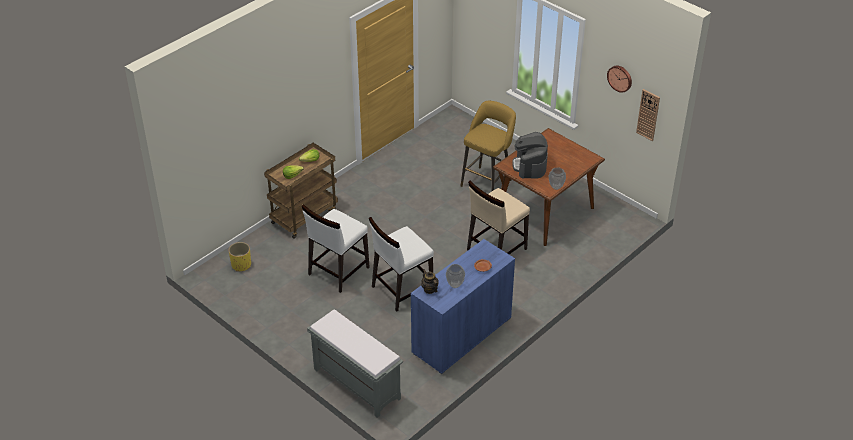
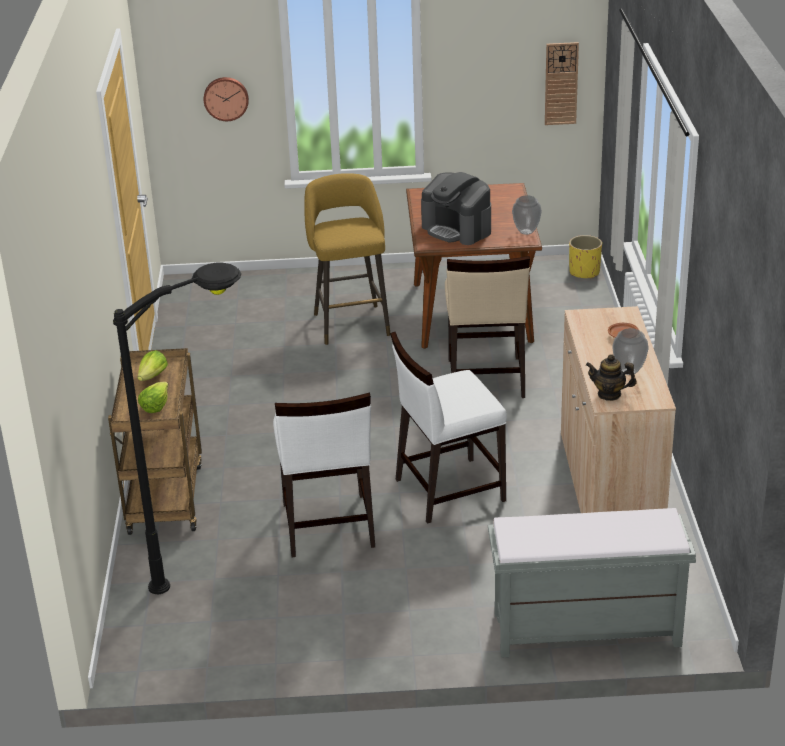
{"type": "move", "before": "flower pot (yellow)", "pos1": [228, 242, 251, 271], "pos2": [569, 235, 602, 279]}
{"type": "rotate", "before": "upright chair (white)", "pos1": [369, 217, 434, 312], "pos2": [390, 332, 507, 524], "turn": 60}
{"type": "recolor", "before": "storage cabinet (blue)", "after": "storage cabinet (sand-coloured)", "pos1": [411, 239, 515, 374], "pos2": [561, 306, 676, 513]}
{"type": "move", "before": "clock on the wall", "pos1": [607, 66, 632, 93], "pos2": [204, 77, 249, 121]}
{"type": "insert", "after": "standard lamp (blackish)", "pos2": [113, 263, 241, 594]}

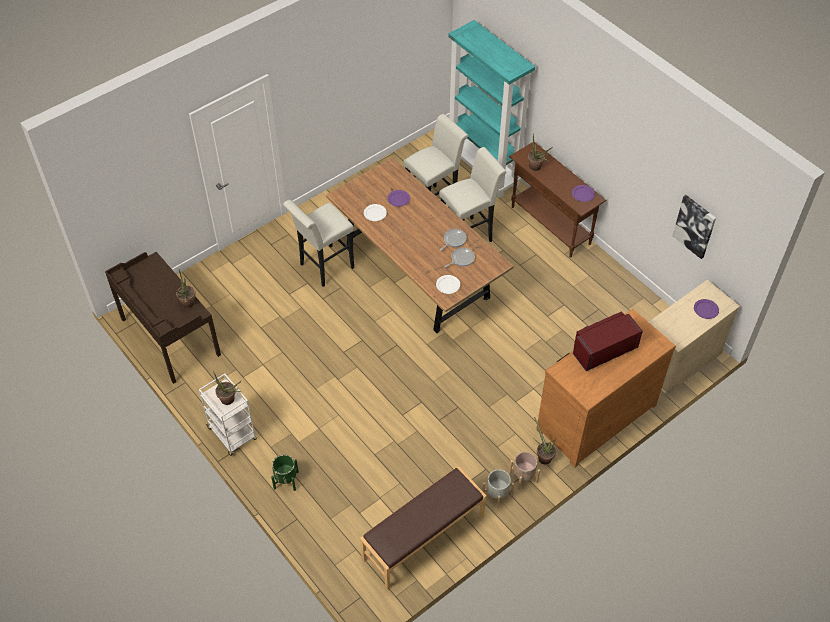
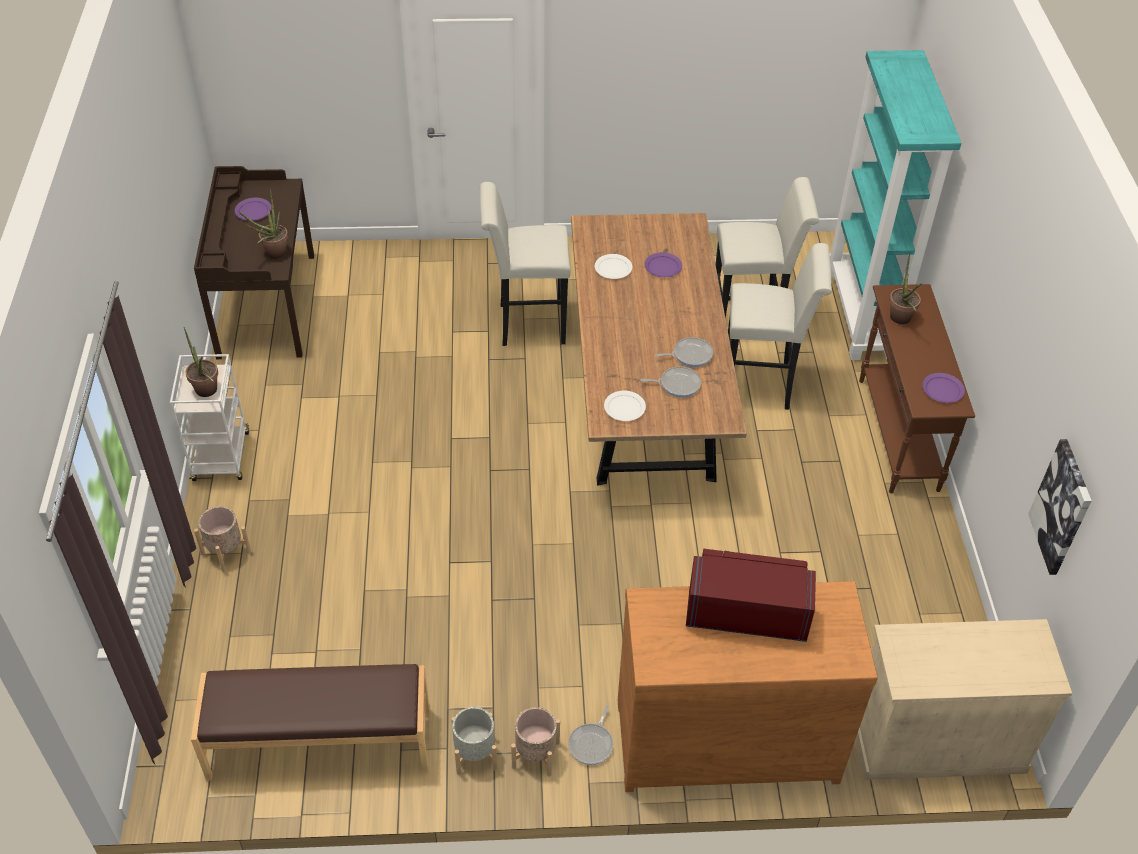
{"type": "recolor", "before": "flower pot (greenish)", "after": "flower pot (sand-coloured)", "pos1": [271, 455, 299, 491], "pos2": [194, 506, 251, 572]}
{"type": "replace", "before": "potted plant", "after": "skillet", "pos1": [533, 417, 556, 464], "pos2": [568, 706, 613, 765]}
{"type": "move", "before": "plate (purple-coloured)", "pos1": [694, 299, 719, 319], "pos2": [235, 198, 272, 221]}

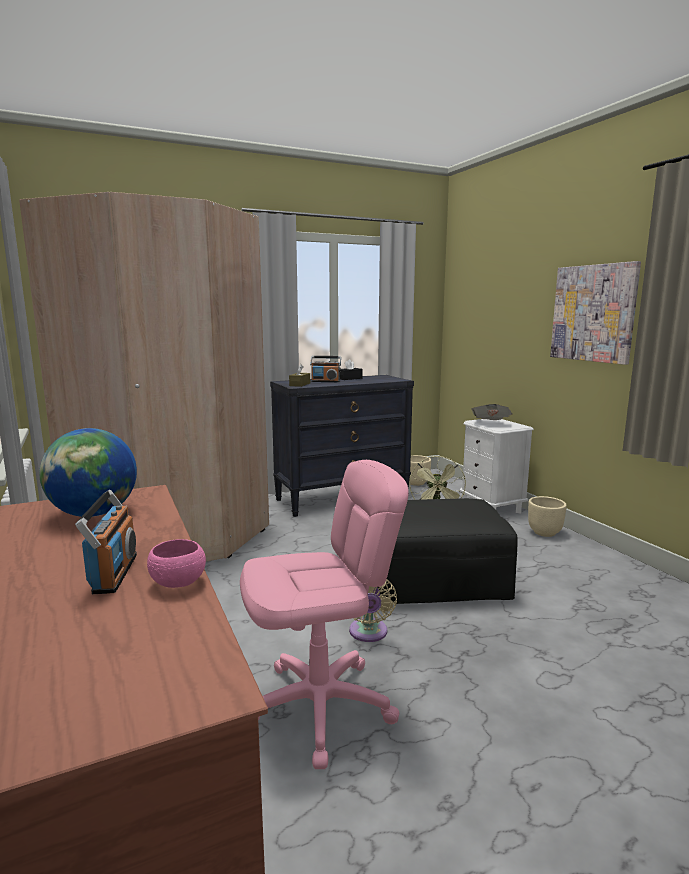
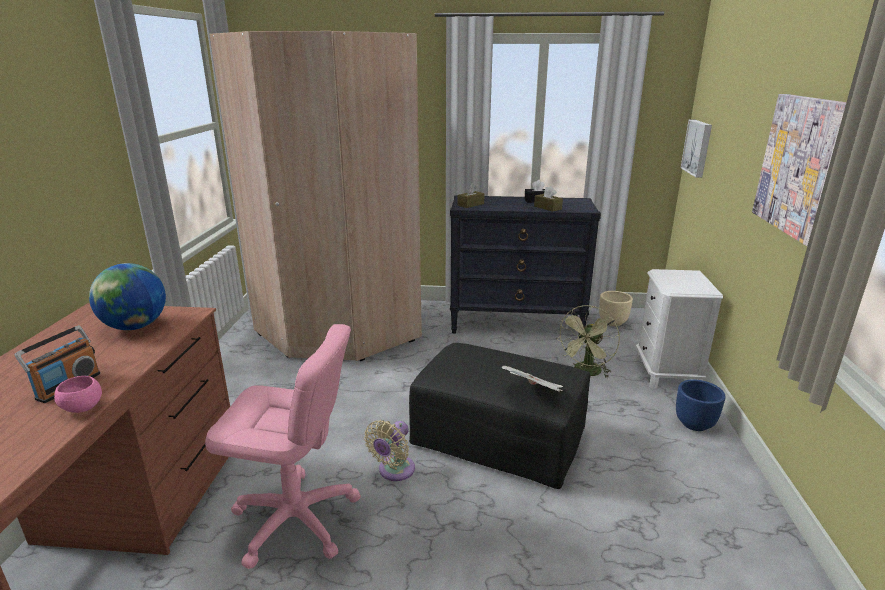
{"type": "delete", "before": "radio set", "pos1": [310, 356, 341, 382]}
{"type": "move", "before": "daily paper", "pos1": [471, 404, 513, 420], "pos2": [502, 366, 563, 392]}
{"type": "recolor", "before": "flower pot (sand-coloured)", "after": "flower pot (blue)", "pos1": [528, 496, 567, 537], "pos2": [676, 379, 725, 431]}
{"type": "insert", "after": "box of tissues (brown)", "pos2": [534, 186, 563, 212]}
{"type": "insert", "after": "picture", "pos2": [681, 119, 712, 178]}

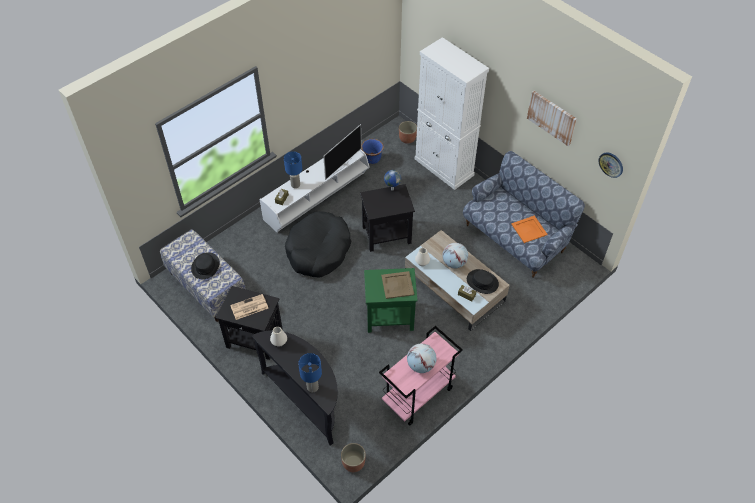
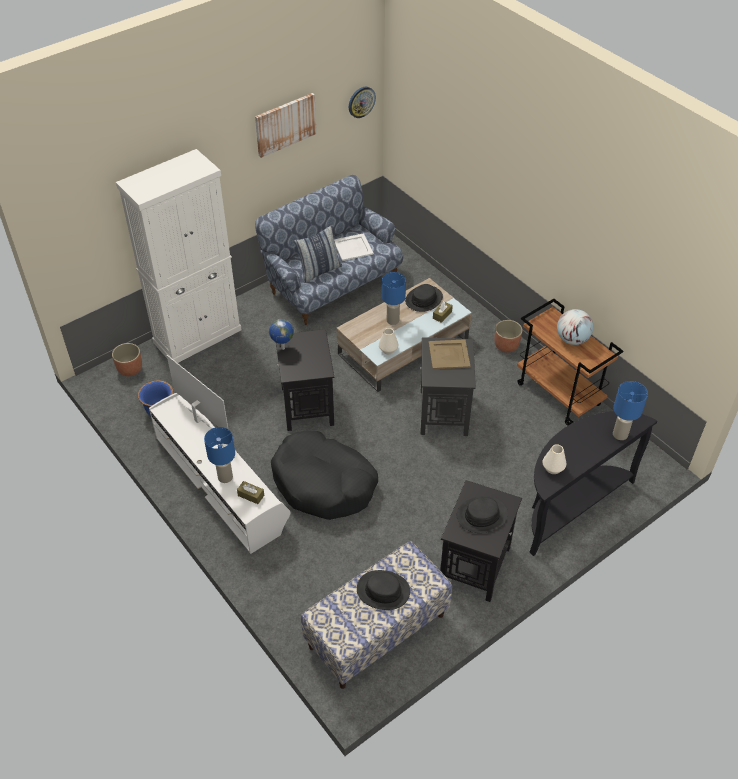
{"type": "replace", "before": "daily paper", "after": "wearable hat (blackish)", "pos1": [230, 294, 268, 320], "pos2": [457, 496, 508, 533]}
{"type": "move", "before": "flower pot", "pos1": [341, 443, 366, 472], "pos2": [495, 320, 523, 353]}
{"type": "recolor", "before": "accent table (greenish)", "after": "accent table (blackish)", "pos1": [364, 268, 418, 333], "pos2": [420, 338, 476, 436]}
{"type": "recolor", "before": "cart (pink)", "after": "cart (brown)", "pos1": [379, 326, 463, 426], "pos2": [517, 299, 623, 426]}
{"type": "replace", "before": "desk globe", "after": "tabletop lamp (blue)", "pos1": [442, 243, 468, 268], "pos2": [382, 272, 406, 325]}
{"type": "recolor", "before": "carrying tray (orangey)", "after": "carrying tray (white)", "pos1": [511, 215, 548, 243], "pos2": [334, 233, 374, 261]}
{"type": "insert", "after": "pillow", "pos2": [294, 224, 342, 283]}

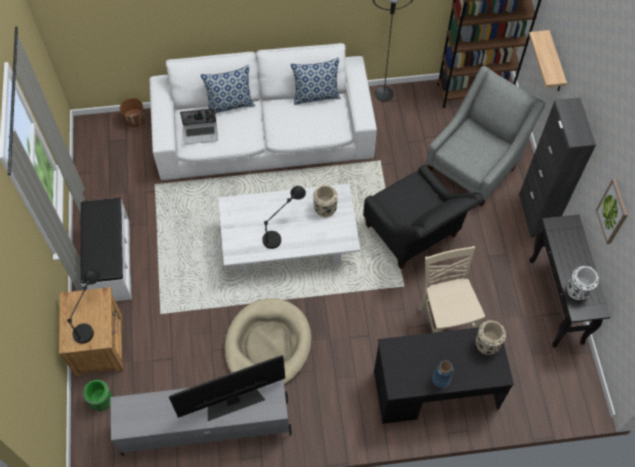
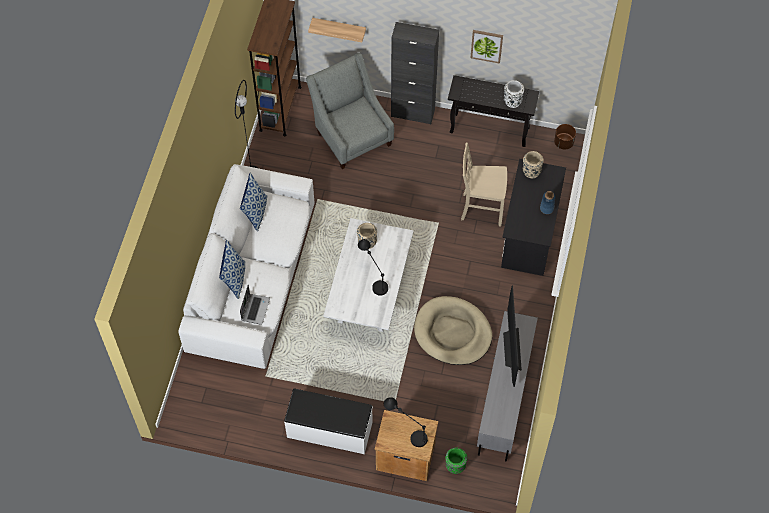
{"type": "move", "before": "flower pot (brown)", "pos1": [120, 98, 146, 127], "pos2": [554, 124, 576, 150]}
{"type": "delete", "before": "lounge chair (blackish)", "pos1": [363, 165, 484, 269]}

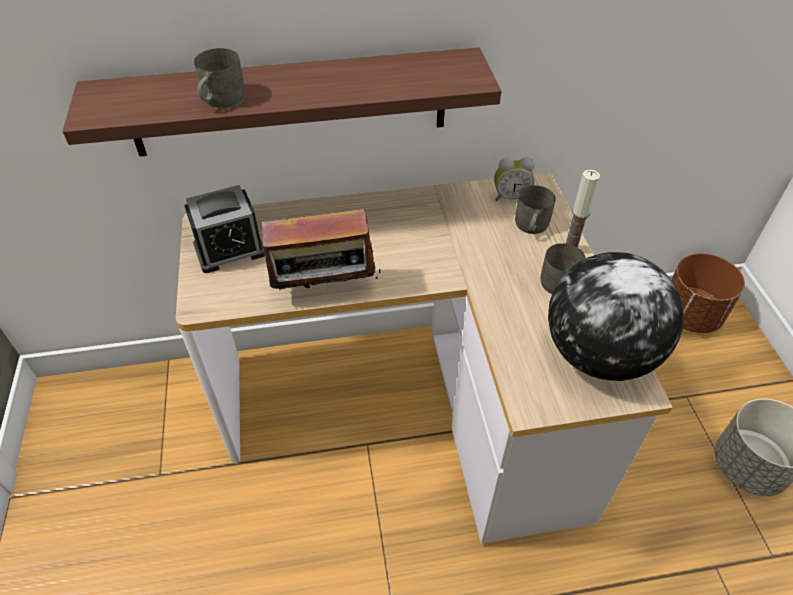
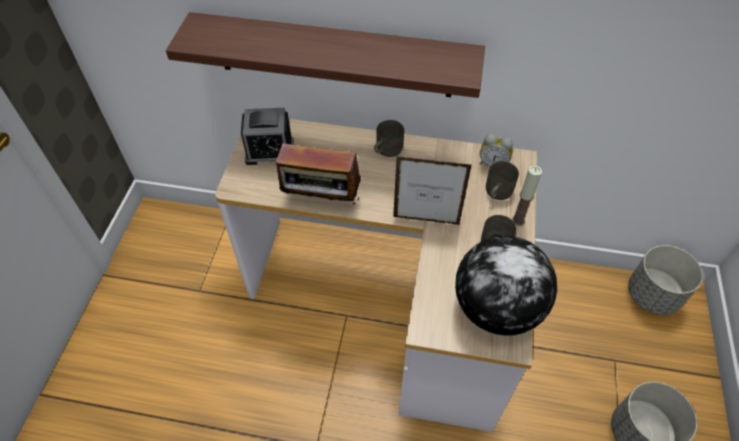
{"type": "move", "before": "mug (gray)", "pos1": [194, 48, 245, 108], "pos2": [374, 120, 404, 157]}
{"type": "recolor", "before": "flower pot (brown)", "after": "flower pot (gray)", "pos1": [671, 253, 745, 333], "pos2": [628, 245, 703, 315]}
{"type": "insert", "after": "standing frame", "pos2": [393, 156, 472, 225]}

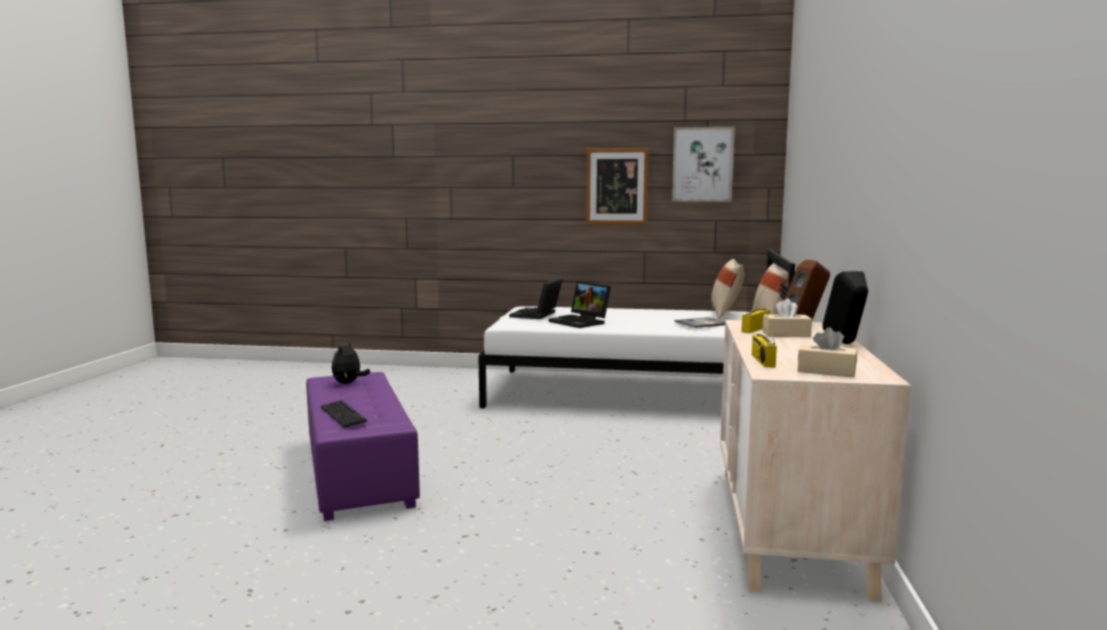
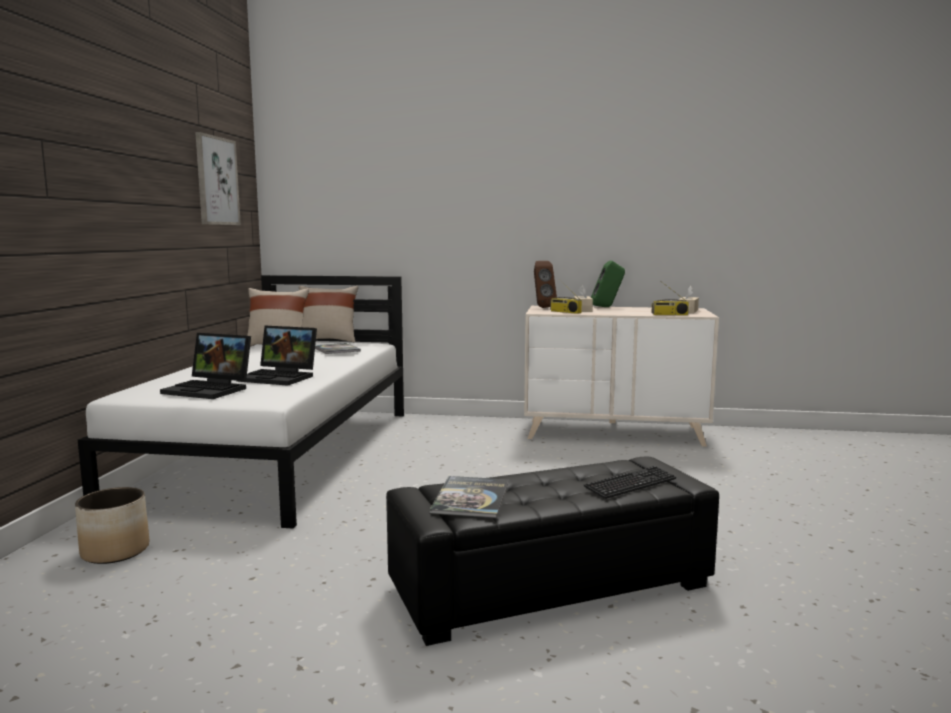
{"type": "recolor", "before": "footrest (purple-coloured)", "after": "footrest (blackish)", "pos1": [306, 372, 420, 521], "pos2": [386, 456, 719, 646]}
{"type": "replace", "before": "soft toy", "after": "volume", "pos1": [332, 341, 370, 384], "pos2": [430, 476, 509, 518]}
{"type": "rotate", "before": "portable computer", "pos1": [549, 281, 611, 328], "pos2": [236, 326, 317, 386], "turn": 60}
{"type": "delete", "before": "picture", "pos1": [586, 148, 649, 225]}
{"type": "recolor", "before": "audio speaker (blackish)", "after": "audio speaker (greenish)", "pos1": [822, 271, 868, 344], "pos2": [591, 261, 625, 307]}
{"type": "insert", "after": "flower pot", "pos2": [75, 487, 149, 564]}

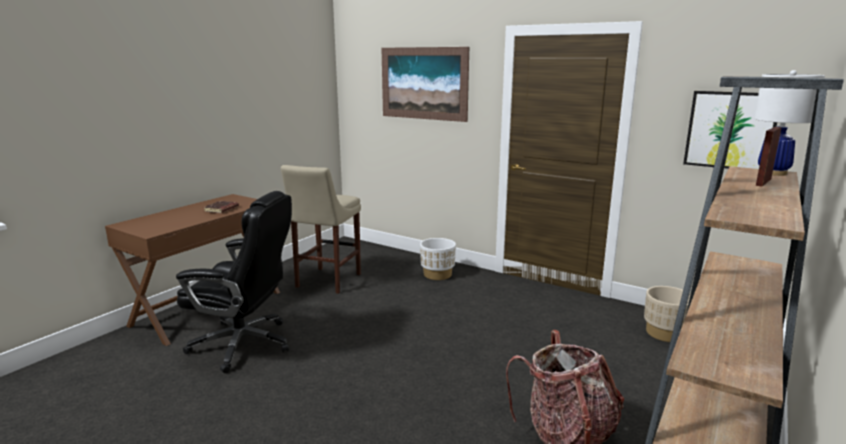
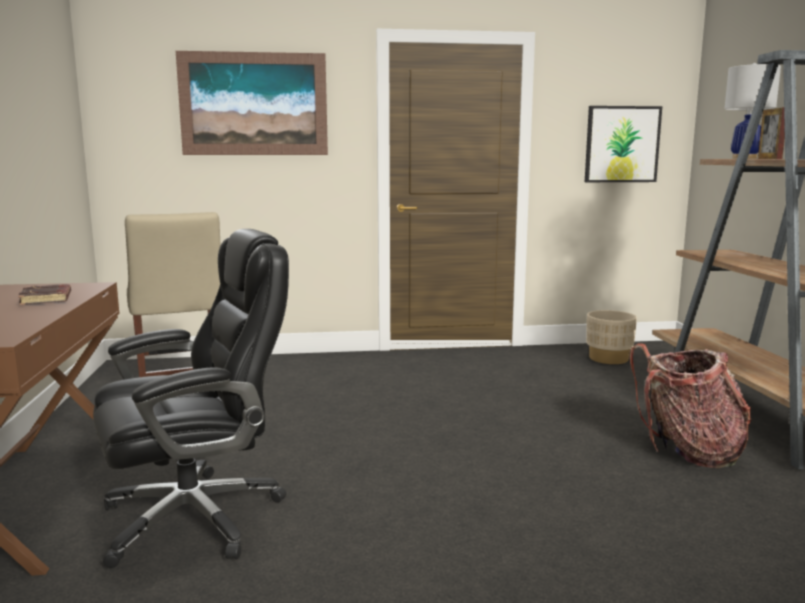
{"type": "delete", "before": "flower pot (white)", "pos1": [420, 238, 456, 280]}

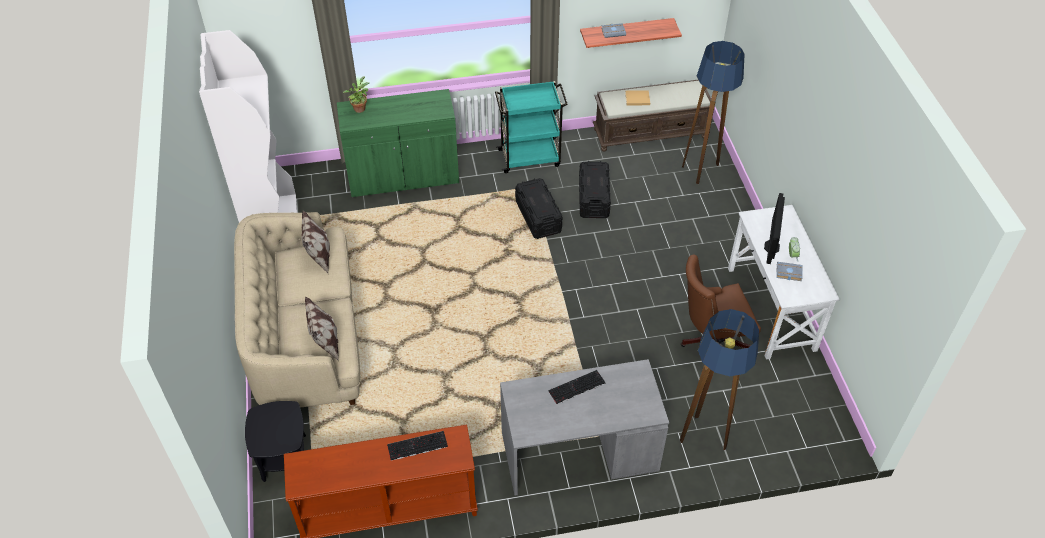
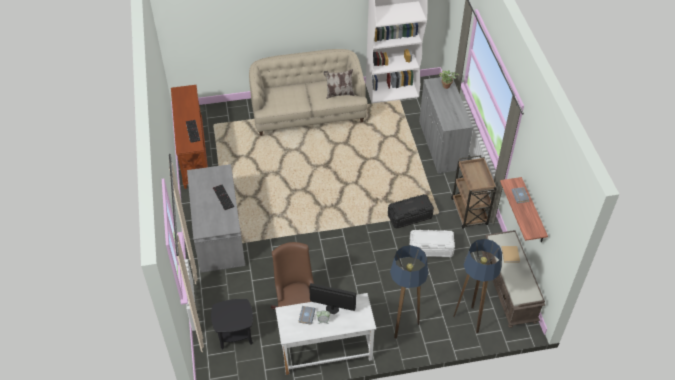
{"type": "move", "before": "accent table (blackish)", "pos1": [245, 401, 306, 482], "pos2": [211, 299, 253, 349]}
{"type": "delete", "before": "pillow", "pos1": [305, 296, 339, 361]}
{"type": "recolor", "before": "storage cabinet (greenish)", "after": "storage cabinet (gray)", "pos1": [337, 89, 459, 197], "pos2": [419, 77, 473, 174]}
{"type": "recolor", "before": "cart (turquoise)", "after": "cart (brown)", "pos1": [495, 81, 568, 173], "pos2": [451, 155, 497, 229]}
{"type": "recolor", "before": "storage box (blackish)", "after": "storage box (white)", "pos1": [579, 161, 611, 218], "pos2": [410, 230, 455, 257]}
{"type": "move", "before": "standard lamp", "pos1": [680, 309, 759, 450], "pos2": [390, 245, 428, 339]}

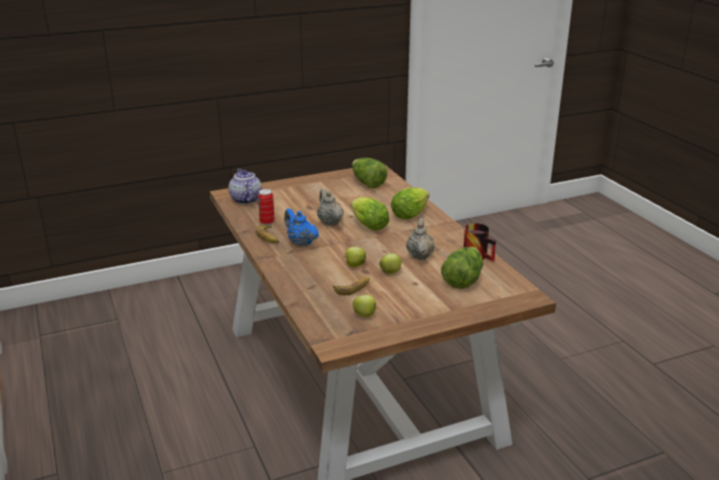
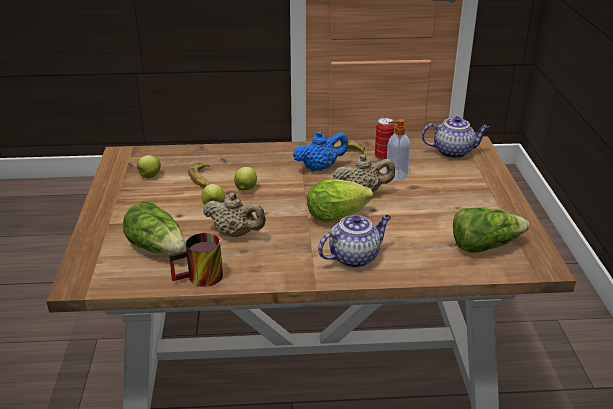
{"type": "replace", "before": "lettuce", "after": "pot for tea", "pos1": [391, 187, 429, 219], "pos2": [318, 215, 391, 268]}
{"type": "insert", "after": "soap dispenser", "pos2": [386, 119, 411, 181]}

